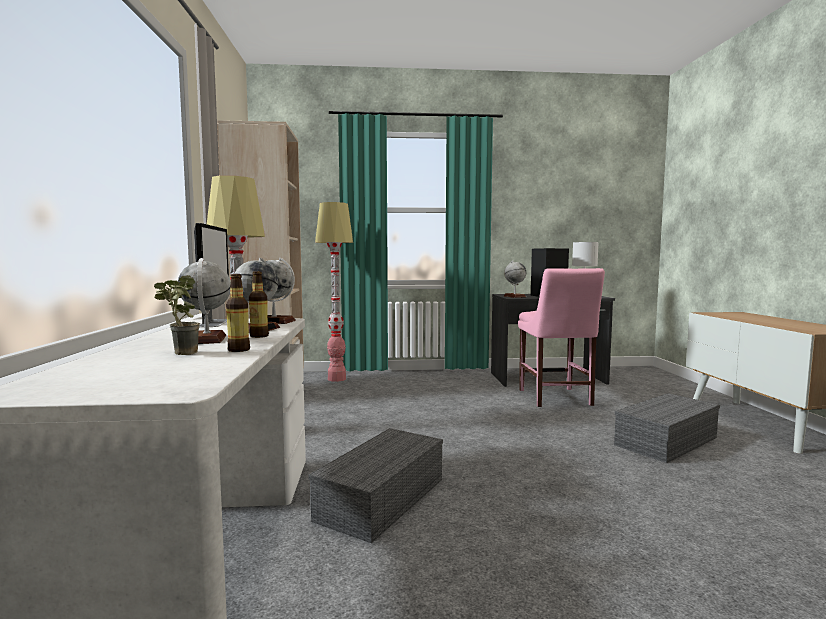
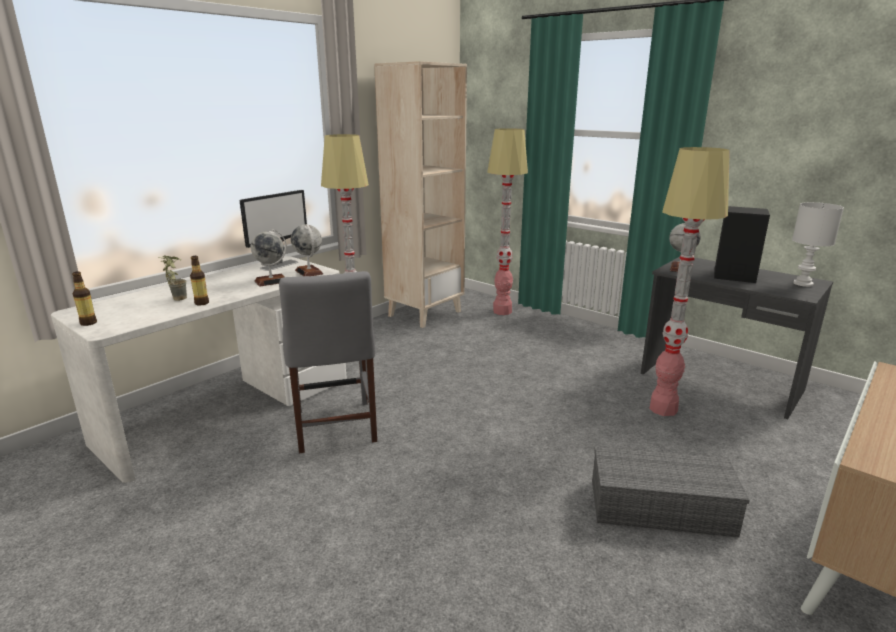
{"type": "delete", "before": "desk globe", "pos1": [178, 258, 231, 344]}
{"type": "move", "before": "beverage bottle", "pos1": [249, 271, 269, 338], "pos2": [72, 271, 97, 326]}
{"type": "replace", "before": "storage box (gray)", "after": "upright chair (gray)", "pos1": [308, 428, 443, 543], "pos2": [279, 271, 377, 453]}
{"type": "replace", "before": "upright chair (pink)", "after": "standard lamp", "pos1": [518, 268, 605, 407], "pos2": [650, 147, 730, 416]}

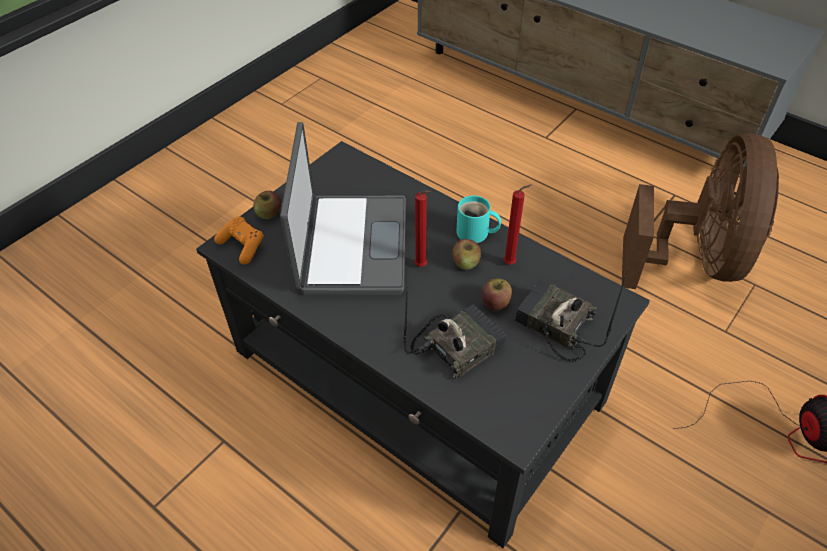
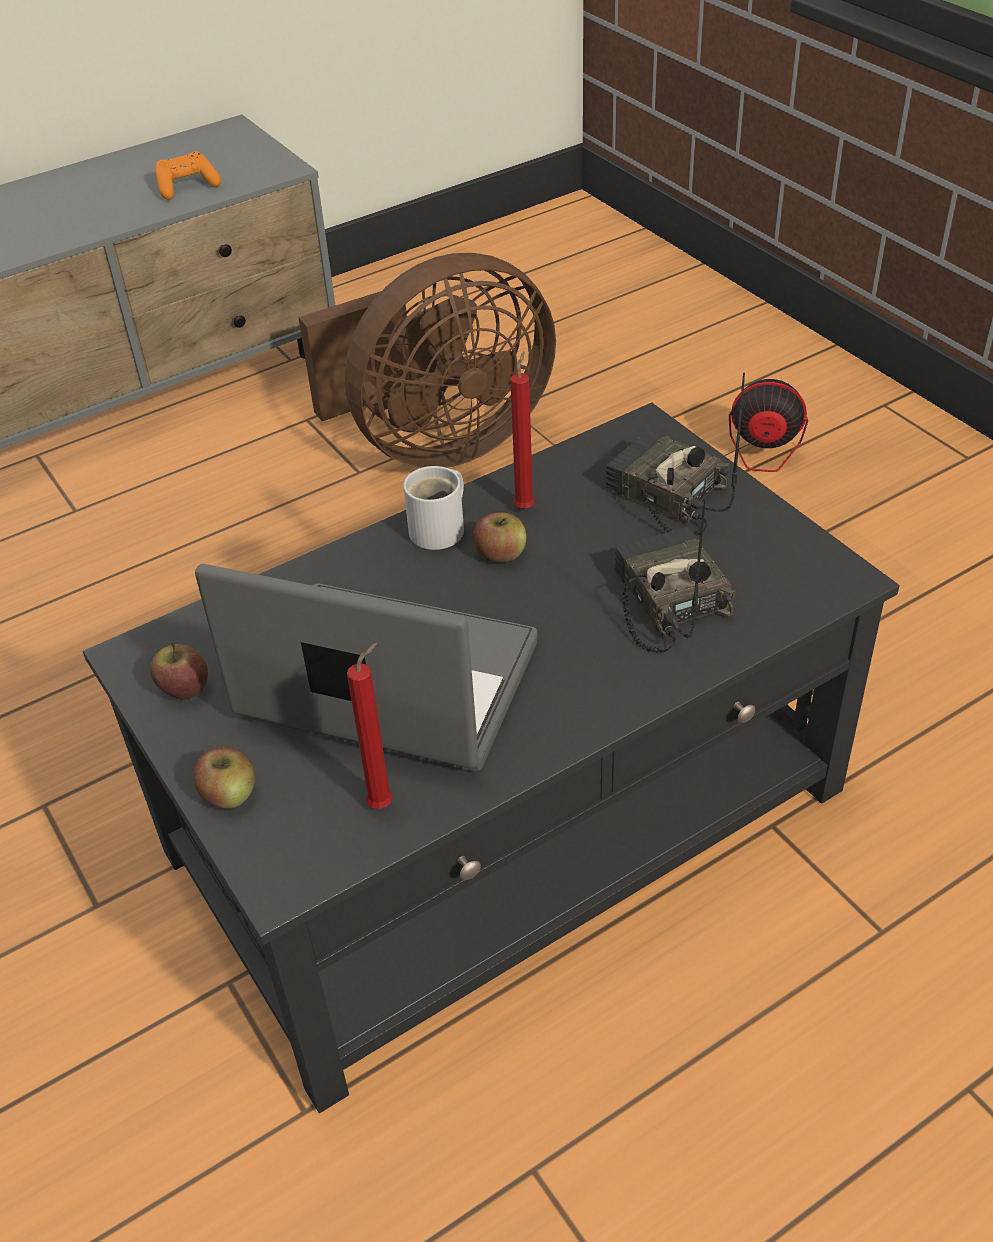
{"type": "move", "before": "gamepad (orangey)", "pos1": [214, 216, 264, 265], "pos2": [155, 151, 221, 200]}
{"type": "move", "before": "candle (reddish)", "pos1": [414, 191, 431, 267], "pos2": [347, 643, 393, 809]}
{"type": "recolor", "before": "mug (turquoise)", "after": "mug (white)", "pos1": [456, 196, 501, 243], "pos2": [403, 466, 464, 550]}
{"type": "move", "before": "whole apple", "pos1": [482, 279, 512, 311], "pos2": [150, 642, 208, 700]}
{"type": "rotate", "before": "radio set", "pos1": [515, 276, 626, 362], "pos2": [606, 372, 745, 536], "turn": 75}
{"type": "rotate", "before": "cooling fan (brown)", "pos1": [622, 133, 779, 289], "pos2": [298, 253, 556, 468], "turn": 120}

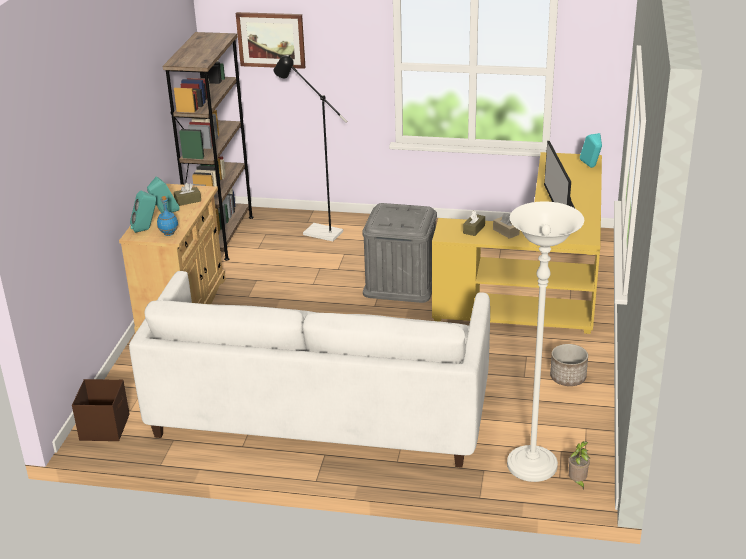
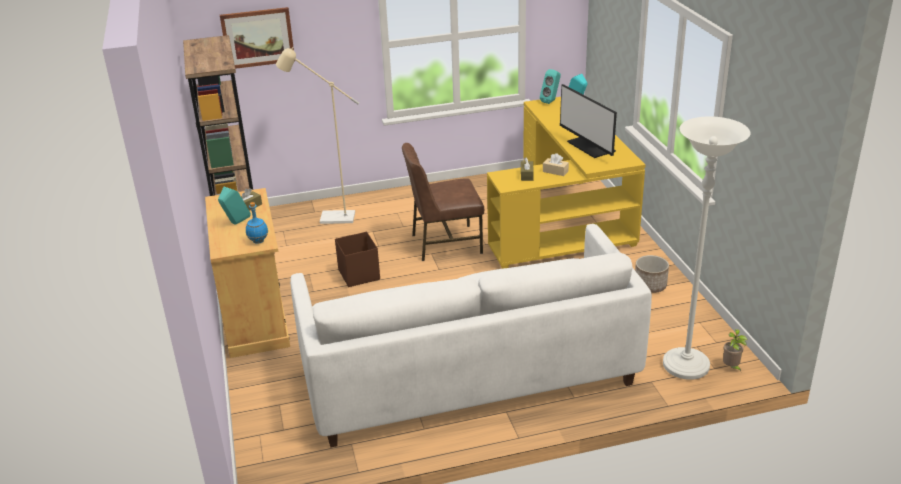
{"type": "move", "before": "storage box (brown)", "pos1": [72, 379, 130, 441], "pos2": [335, 232, 380, 287]}
{"type": "move", "before": "audio speaker (turquoise)", "pos1": [130, 191, 157, 233], "pos2": [540, 69, 561, 104]}
{"type": "recolor", "before": "standard lamp (blackish)", "after": "standard lamp (sand-coloured)", "pos1": [273, 55, 347, 242], "pos2": [276, 47, 359, 224]}
{"type": "replace", "before": "storage box (gray)", "after": "upright chair (brown)", "pos1": [362, 203, 437, 303], "pos2": [402, 143, 484, 261]}

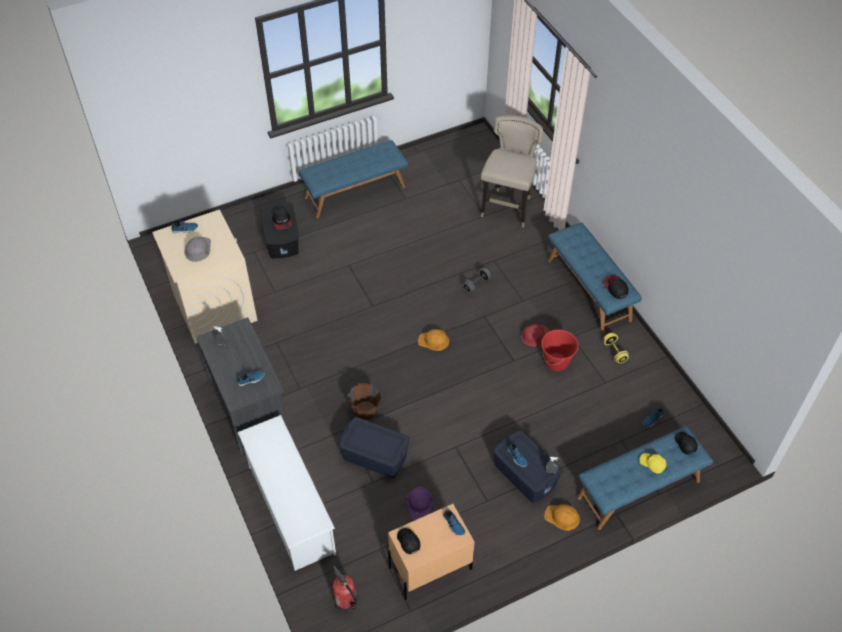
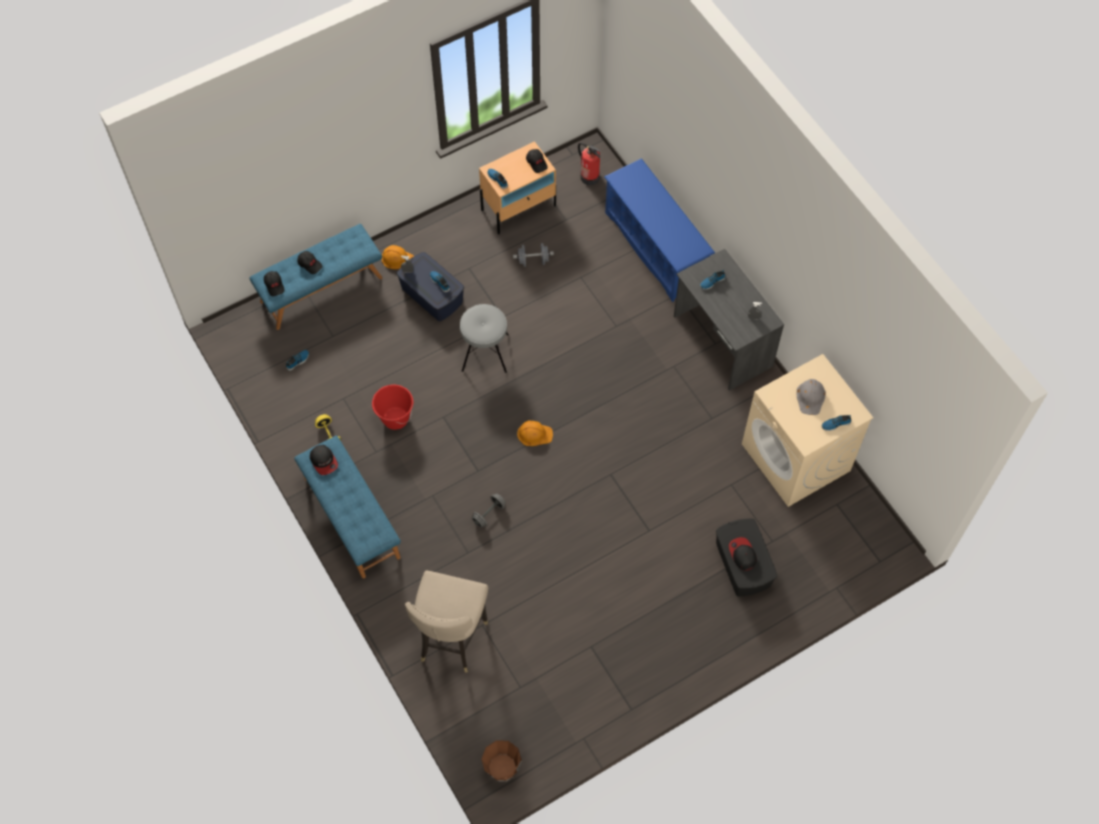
{"type": "recolor", "before": "shoe rack (white)", "after": "shoe rack (blue)", "pos1": [237, 415, 336, 571], "pos2": [604, 158, 715, 302]}
{"type": "delete", "before": "bench (blue)", "pos1": [299, 140, 408, 218]}
{"type": "delete", "before": "storage box (blue)", "pos1": [339, 417, 409, 478]}
{"type": "move", "before": "pail (brown)", "pos1": [348, 383, 381, 421], "pos2": [481, 740, 522, 781]}
{"type": "replace", "before": "safety helmet (purple-coloured)", "after": "hand weight (gray)", "pos1": [407, 487, 433, 520], "pos2": [513, 243, 554, 267]}
{"type": "delete", "before": "safety helmet (reddish)", "pos1": [521, 324, 549, 347]}
{"type": "recolor", "before": "cap (yellow)", "after": "cap (blackish)", "pos1": [639, 453, 666, 474], "pos2": [297, 251, 322, 274]}
{"type": "insert", "after": "stool seat (gray)", "pos2": [460, 304, 509, 373]}

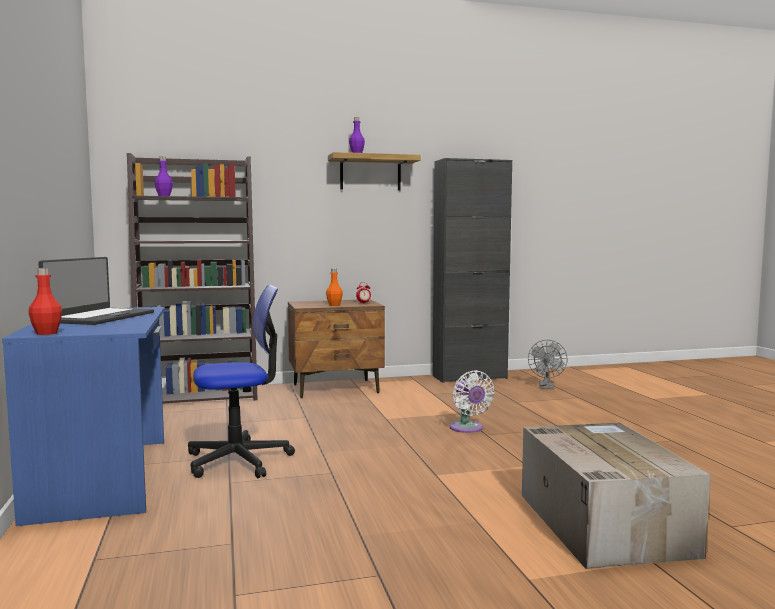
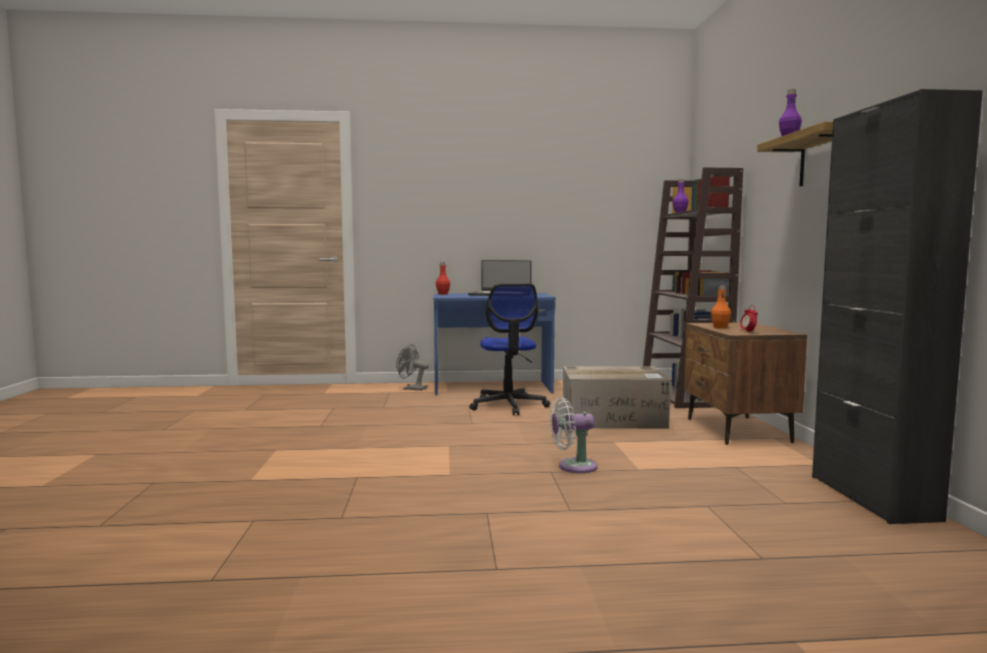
{"type": "move", "before": "packing box", "pos1": [522, 422, 711, 569], "pos2": [563, 366, 671, 429]}
{"type": "move", "before": "cooling fan (gray)", "pos1": [528, 340, 568, 389], "pos2": [396, 344, 429, 391]}

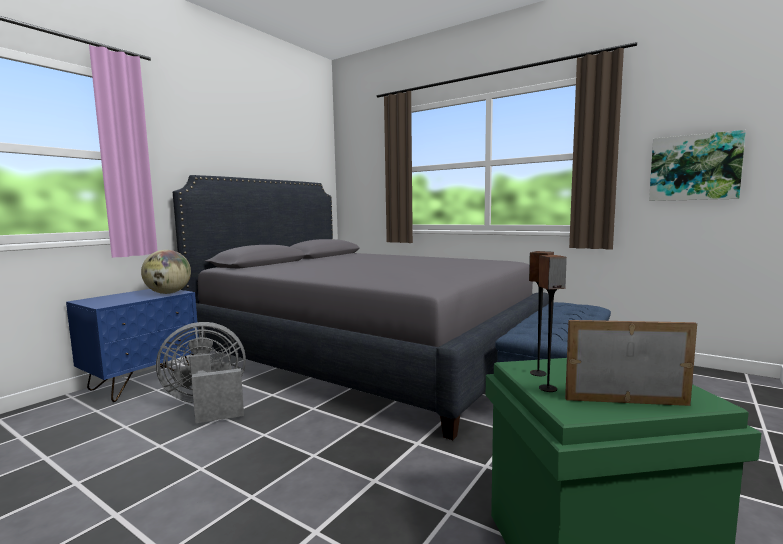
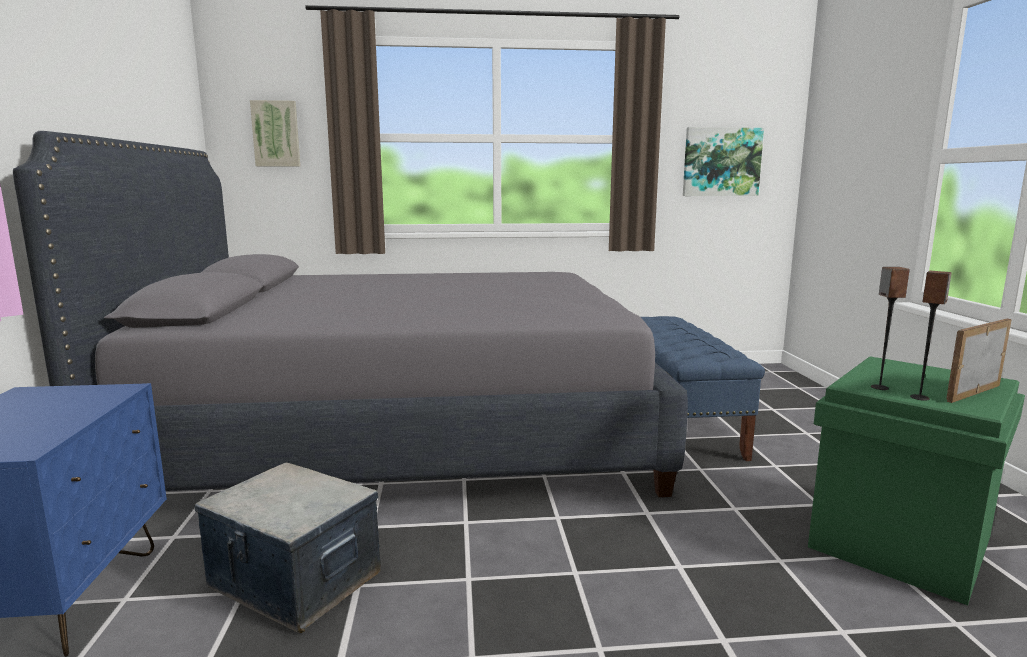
{"type": "delete", "before": "desk globe", "pos1": [141, 250, 191, 294]}
{"type": "replace", "before": "cooling fan (gray)", "after": "storage box", "pos1": [156, 322, 246, 423], "pos2": [194, 462, 381, 633]}
{"type": "insert", "after": "picture", "pos2": [250, 100, 300, 167]}

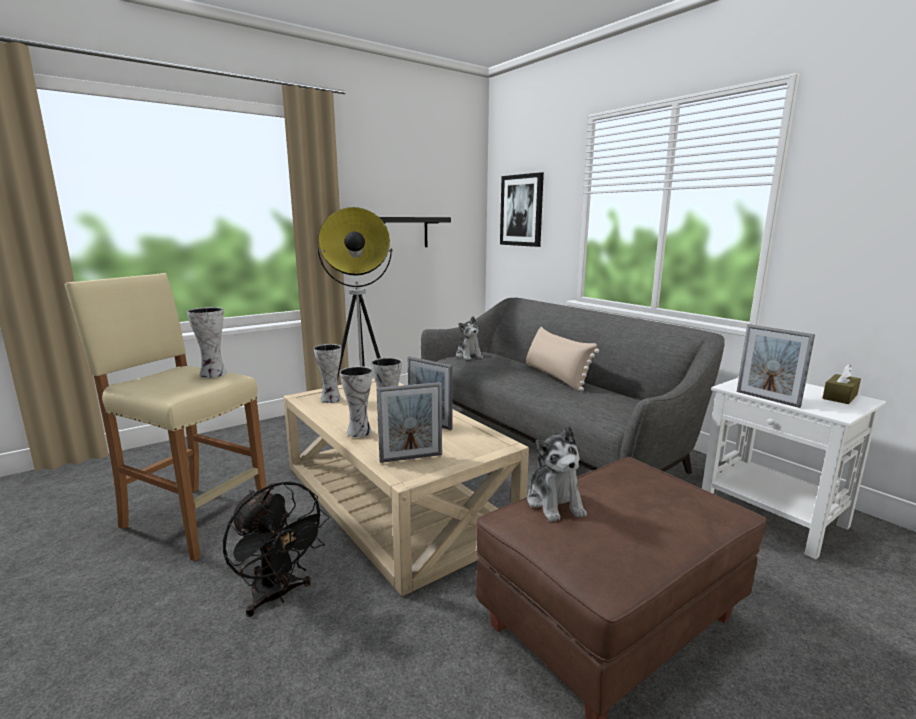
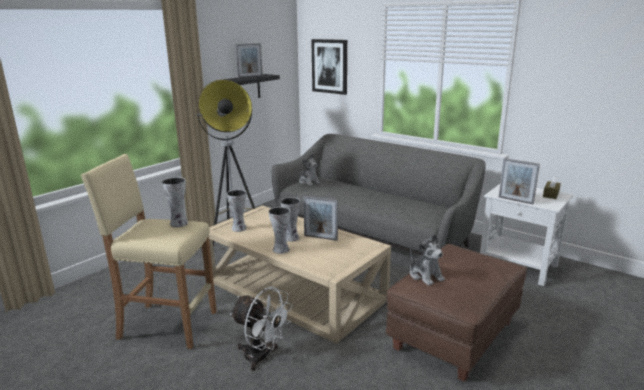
{"type": "recolor", "before": "cooling fan (blackish)", "after": "cooling fan (white)", "pos1": [223, 482, 329, 617], "pos2": [230, 287, 293, 371]}
{"type": "move", "before": "standing frame", "pos1": [377, 382, 442, 463], "pos2": [236, 43, 263, 78]}
{"type": "delete", "before": "pillow (sand-coloured)", "pos1": [526, 327, 599, 391]}

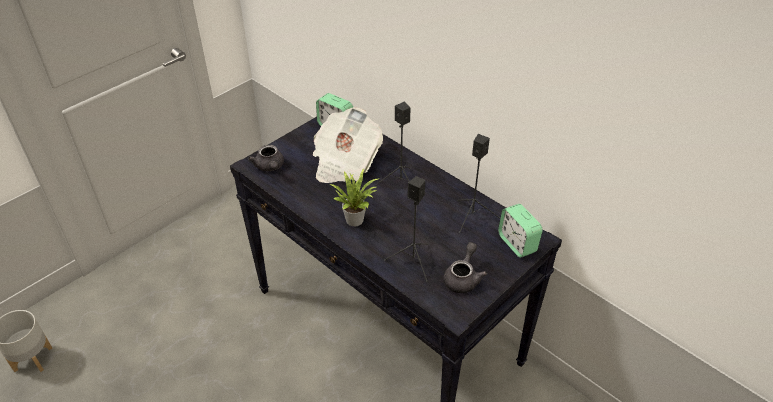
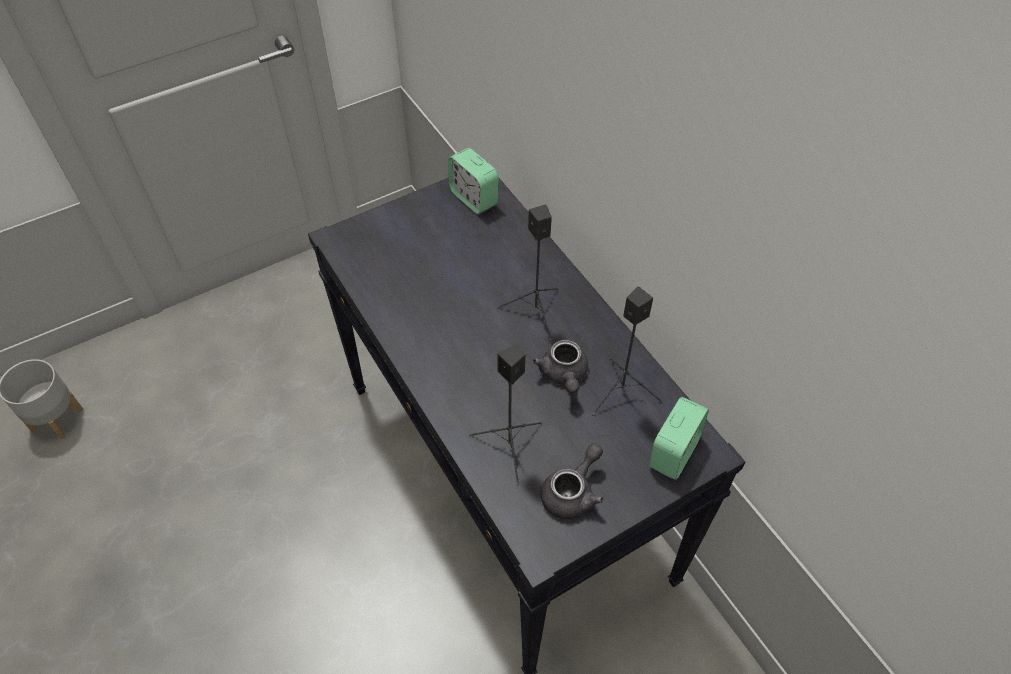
{"type": "move", "before": "pot for tea (gray)", "pos1": [248, 145, 284, 171], "pos2": [533, 340, 588, 393]}
{"type": "delete", "before": "daily paper", "pos1": [313, 107, 383, 183]}
{"type": "delete", "before": "potted plant", "pos1": [329, 168, 380, 226]}
{"type": "rotate", "before": "alarm clock", "pos1": [498, 204, 543, 258], "pos2": [649, 397, 709, 480], "turn": -135}

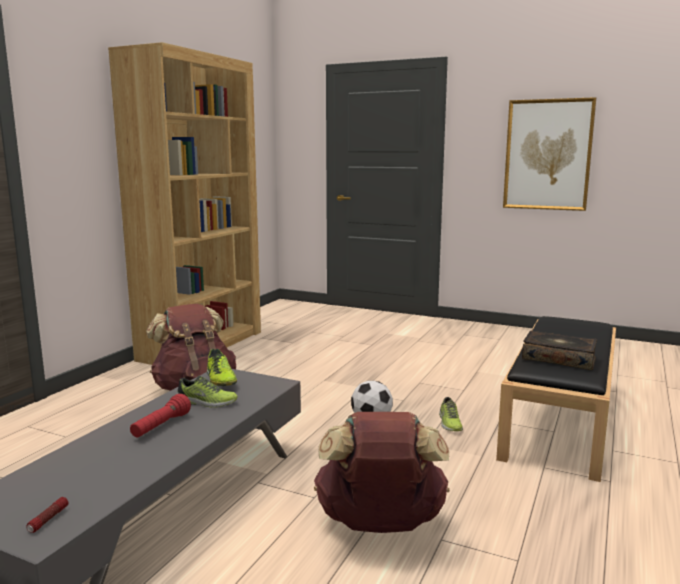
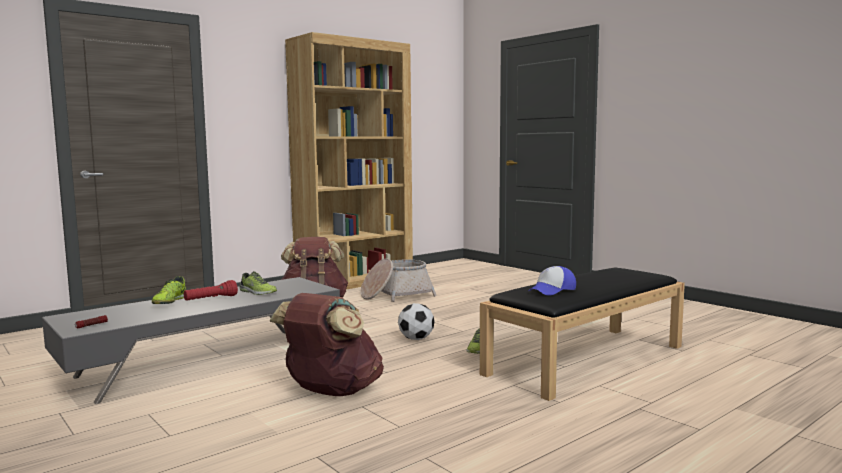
{"type": "move", "before": "shoe", "pos1": [207, 349, 237, 386], "pos2": [152, 276, 186, 304]}
{"type": "delete", "before": "picture", "pos1": [503, 97, 596, 211]}
{"type": "replace", "before": "volume", "after": "cap", "pos1": [522, 331, 597, 370], "pos2": [528, 266, 576, 296]}
{"type": "insert", "after": "storage basket", "pos2": [361, 258, 437, 302]}

